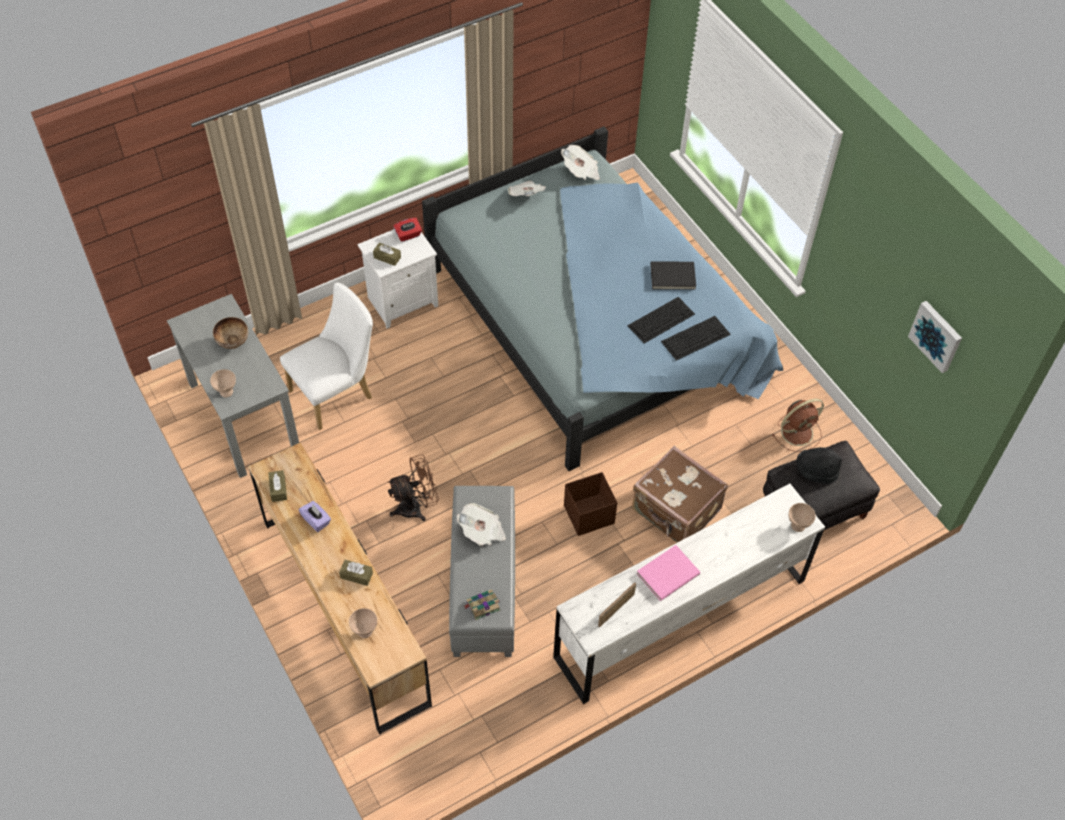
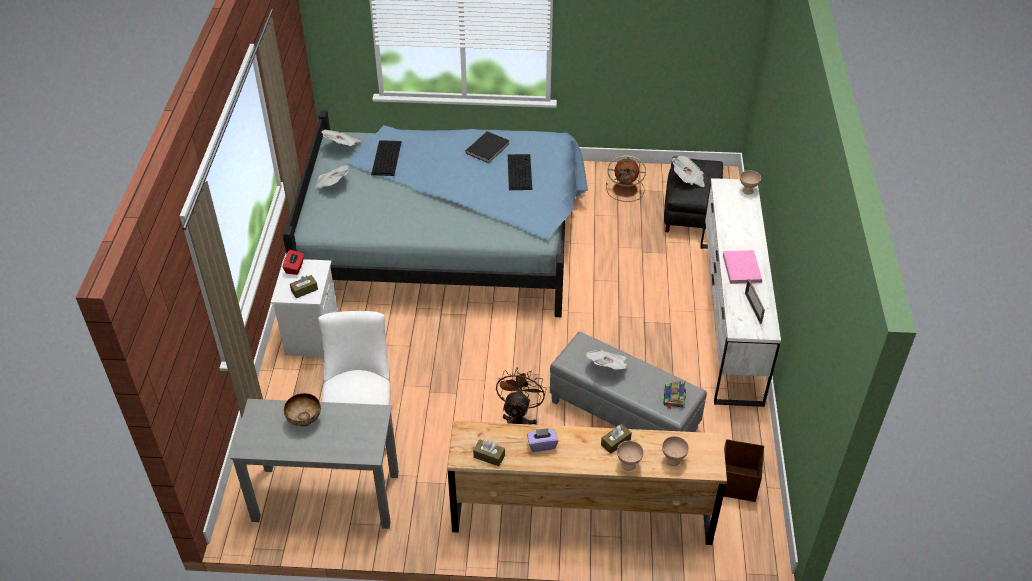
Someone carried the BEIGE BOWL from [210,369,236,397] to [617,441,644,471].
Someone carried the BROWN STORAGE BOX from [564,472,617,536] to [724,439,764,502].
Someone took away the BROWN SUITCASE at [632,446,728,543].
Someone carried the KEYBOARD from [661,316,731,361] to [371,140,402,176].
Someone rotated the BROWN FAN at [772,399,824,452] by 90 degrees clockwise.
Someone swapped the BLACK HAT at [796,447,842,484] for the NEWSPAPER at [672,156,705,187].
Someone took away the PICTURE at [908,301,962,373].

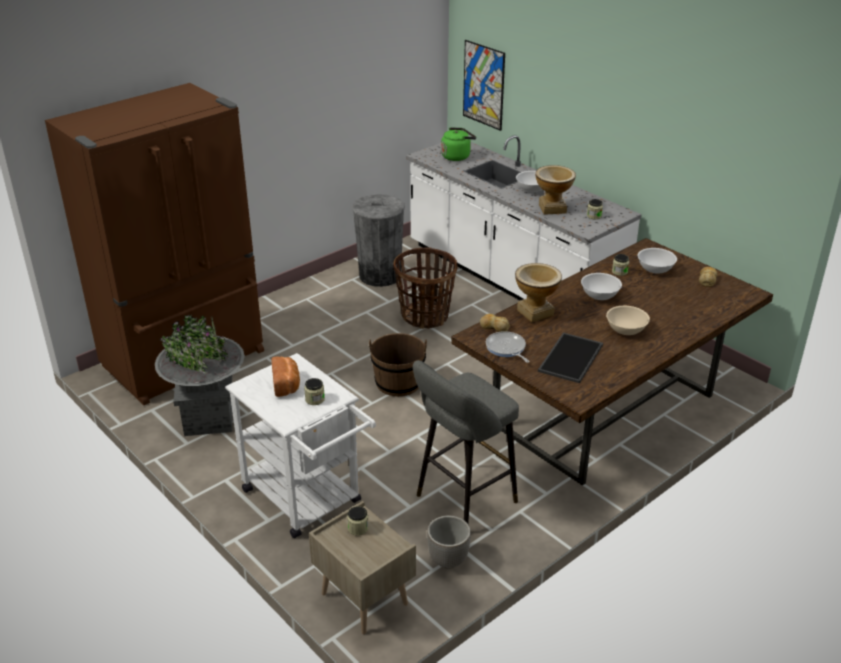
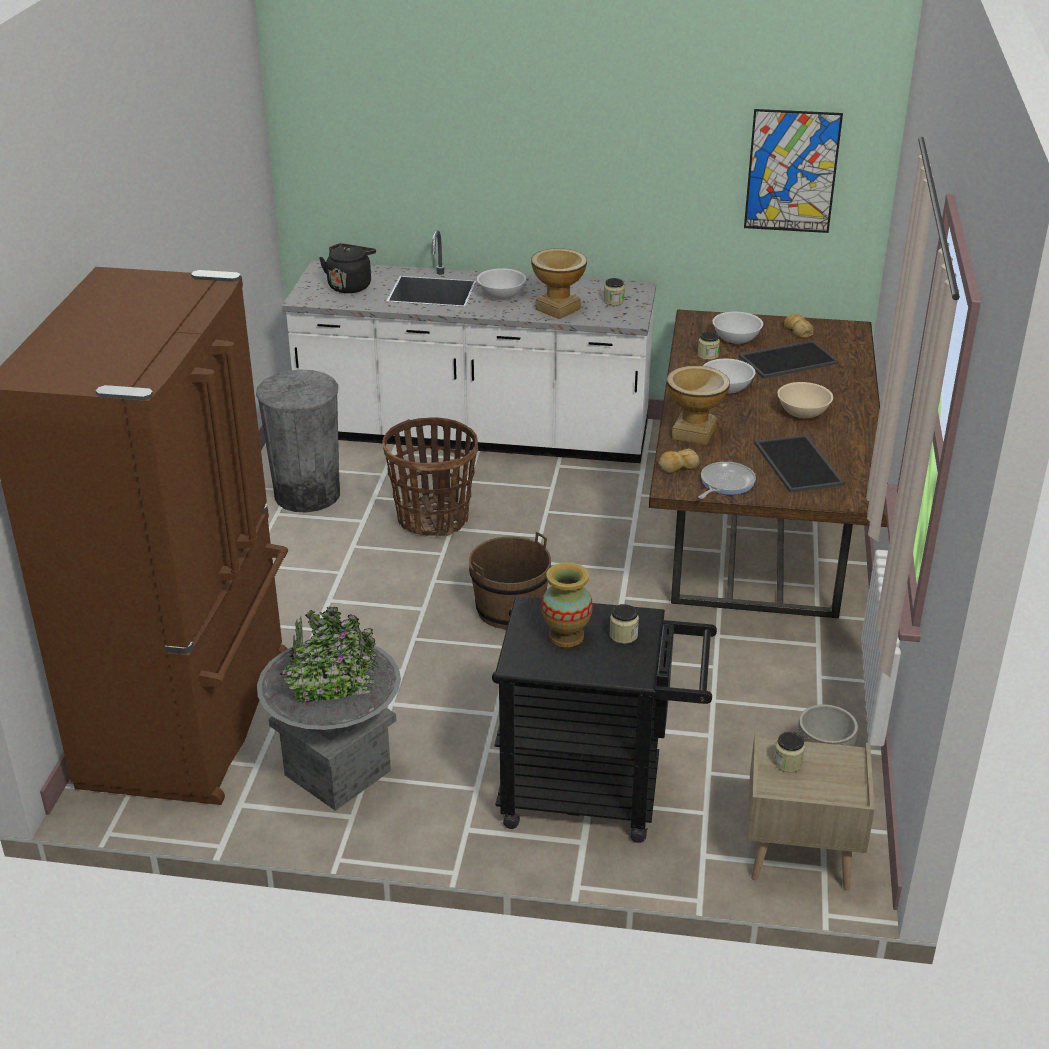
Someone repainted the WHITE CART at [225,353,376,538], which became the BLACK CART at [492,596,717,843].
Someone swapped the BREAD at [272,357,300,397] for the VASE at [542,562,593,647].
Someone took away the GREY STOOL at [413,360,519,523].
Someone repainted the GREEN KETTLE at [441,127,476,161], which became the BLACK KETTLE at [319,243,376,293].
Someone carried the PICTURE from [463,40,505,131] to [744,109,843,233].
Someone rotated the FRYING PAN at [486,331,529,363] by 105 degrees clockwise.
Someone put down the TRAY at [739,340,839,379].

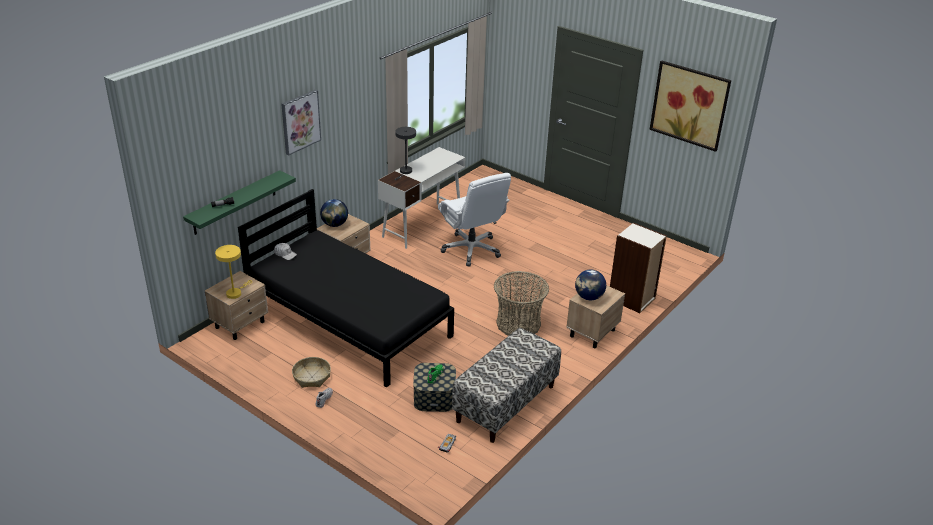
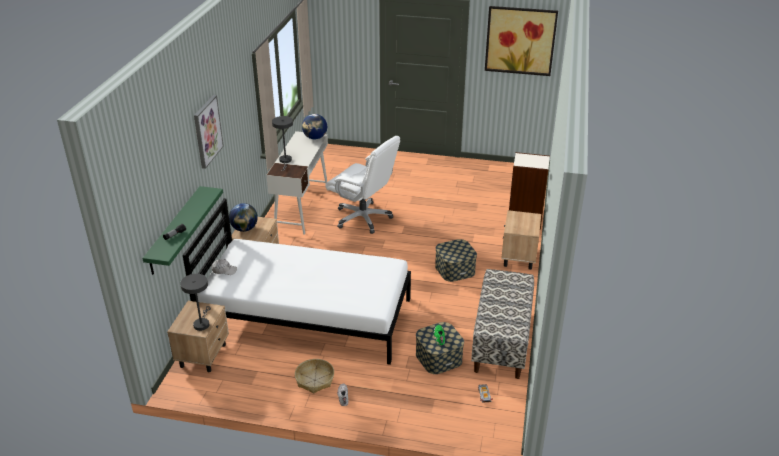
Someone repainted the YELLOW TABLE LAMP at [215,245,252,299], which became the GREY TABLE LAMP at [180,274,211,331].
Someone repainted the BLACK BED at [238,189,454,388], which became the WHITE BED at [183,198,411,365].
Someone swapped the BASKET at [494,271,549,336] for the STORAGE BOX at [435,239,477,282].
Someone carried the GLOBE from [575,270,606,300] to [302,114,327,139].

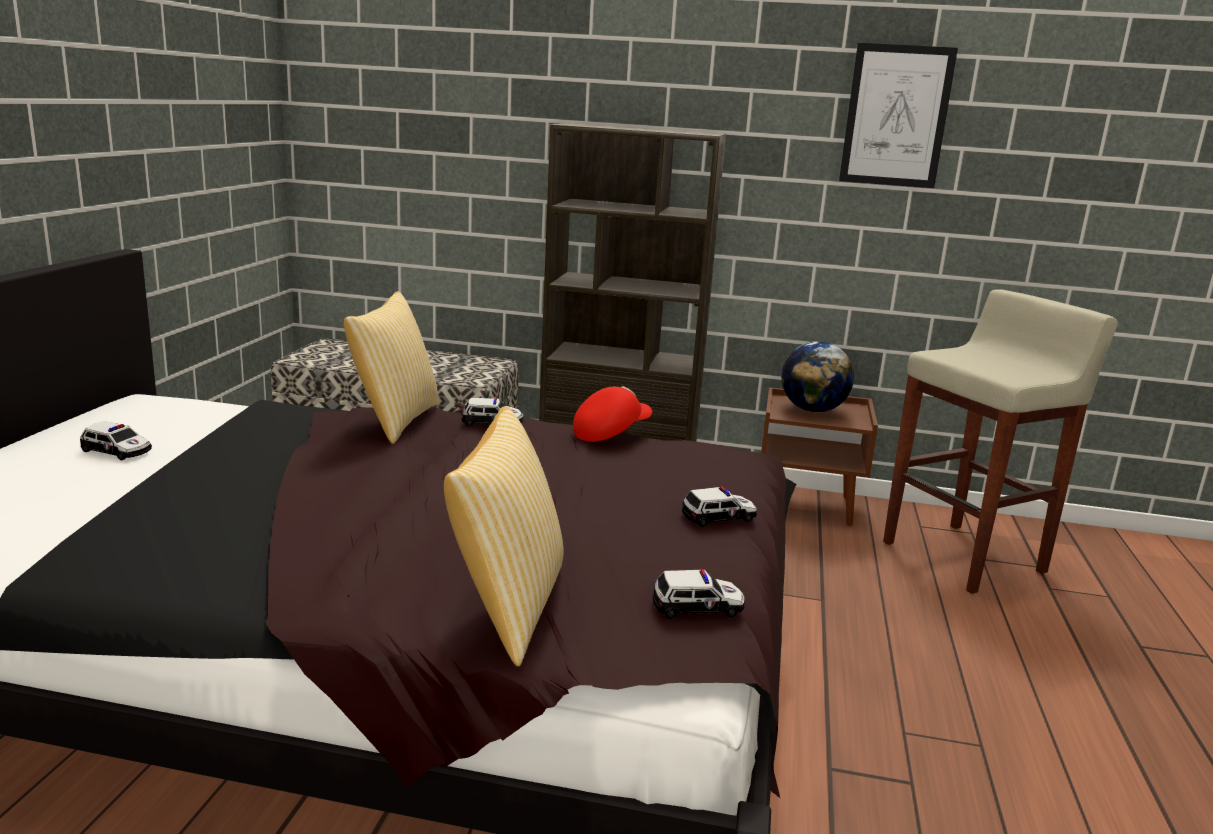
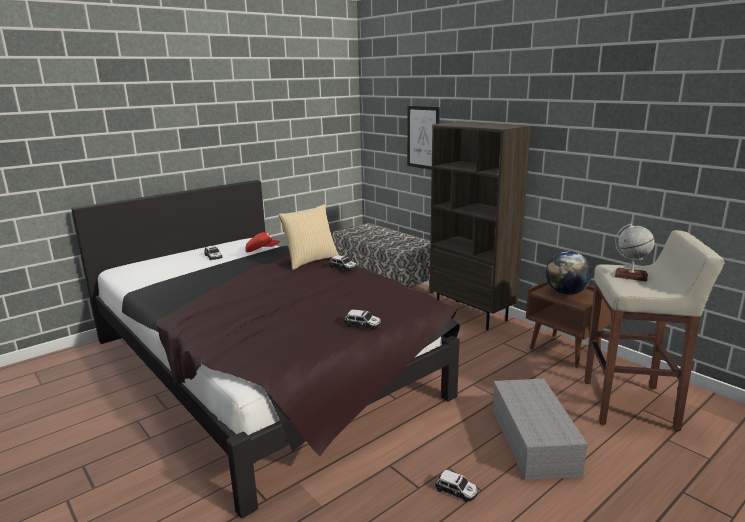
Someone took away the PILLOW at [444,406,563,667].
Someone carried the RED CAP from [573,386,652,442] to [245,232,280,252].
Someone carried the TOY CAR from [653,569,745,619] to [436,470,478,502].
Someone carried the PICTURE from [839,43,958,188] to [407,106,440,170].
Someone put down the GREY STORAGE BOX at [493,379,588,480].
Someone put down the GLOBE at [614,224,655,282].

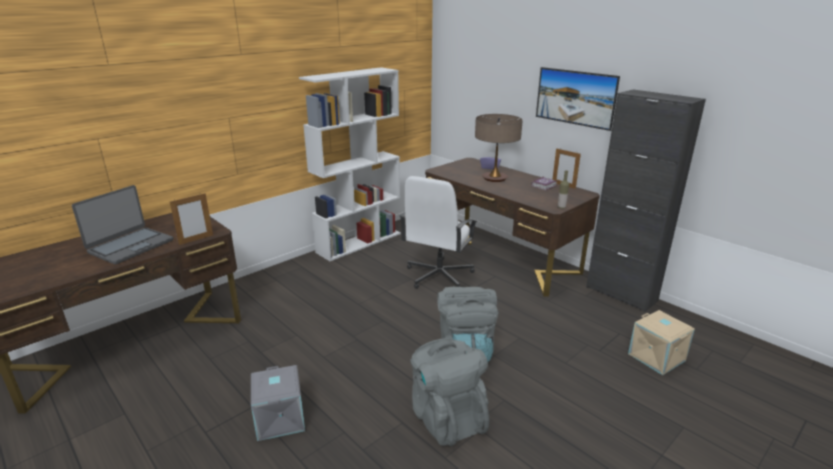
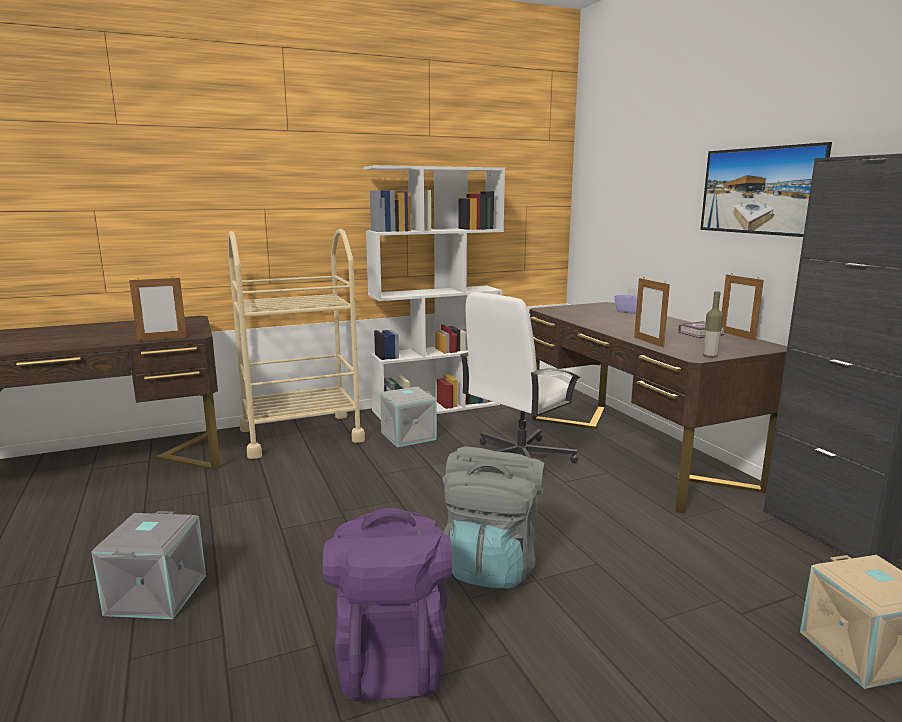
Someone took away the LAPTOP at [72,185,174,265].
Someone repainted the GREY BACKPACK at [411,338,489,446], which became the PURPLE BACKPACK at [323,507,452,702].
Someone took away the TABLE LAMP at [475,114,523,182].
Someone put down the BEIGE CART at [228,229,365,459].
Someone put down the GREY STORAGE BOX at [380,387,437,447].
Someone put down the PICTURE FRAME at [634,277,670,348].

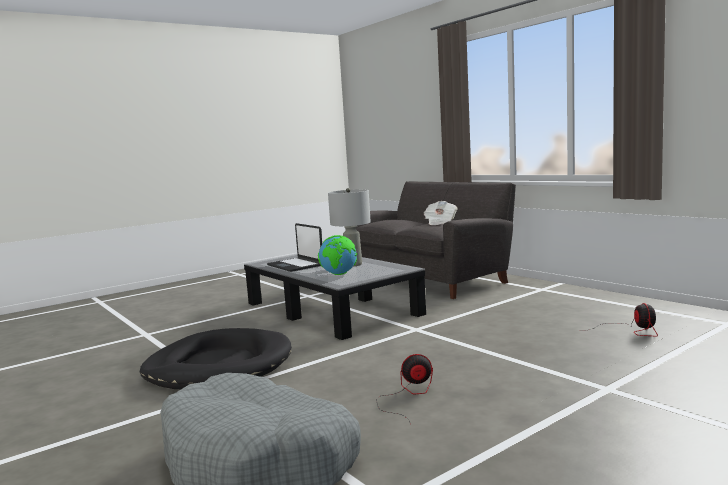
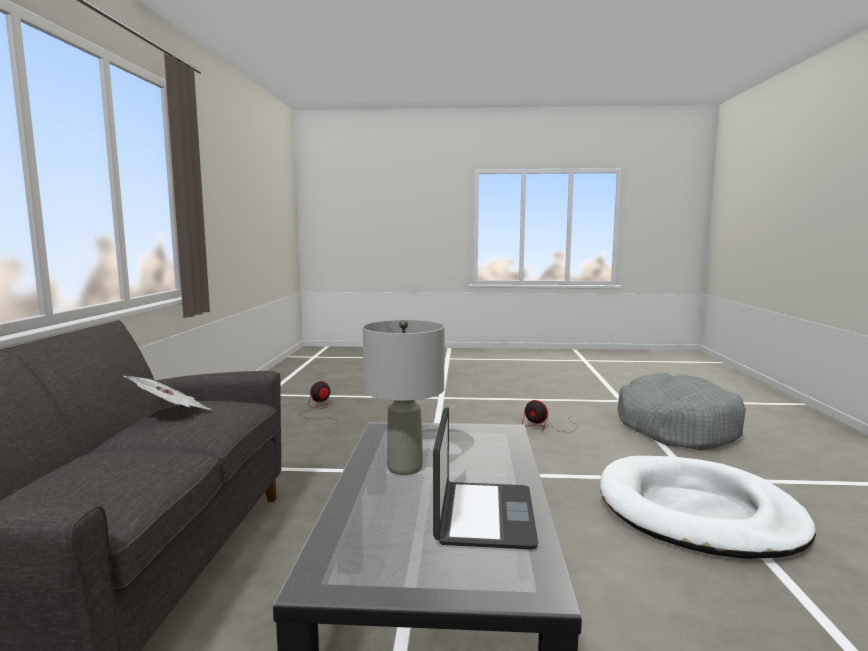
Someone repainted the BLACK DOG BED at [140,328,292,389], which became the WHITE DOG BED at [600,456,816,559].
Someone took away the GLOBE at [318,235,357,275].

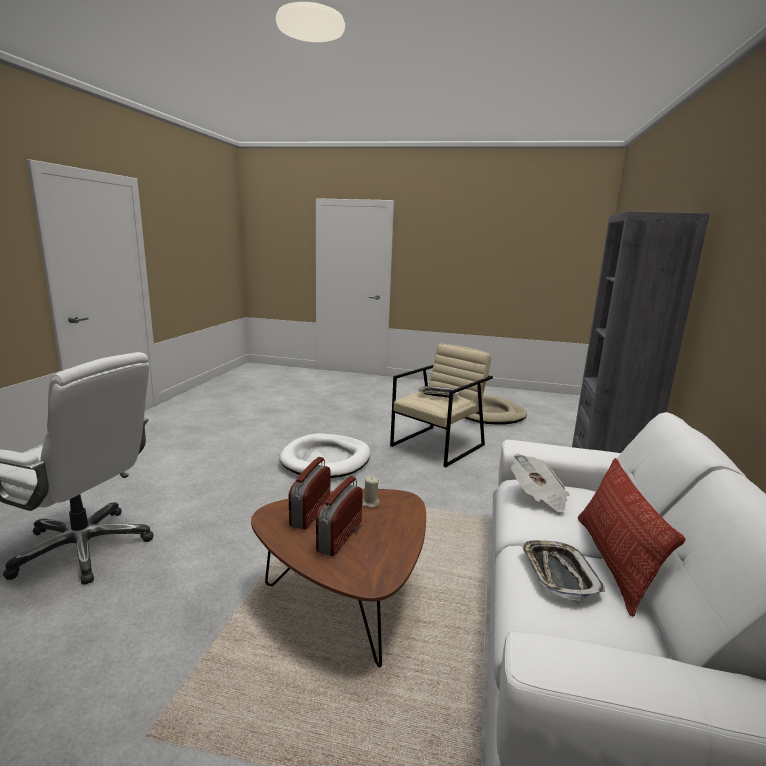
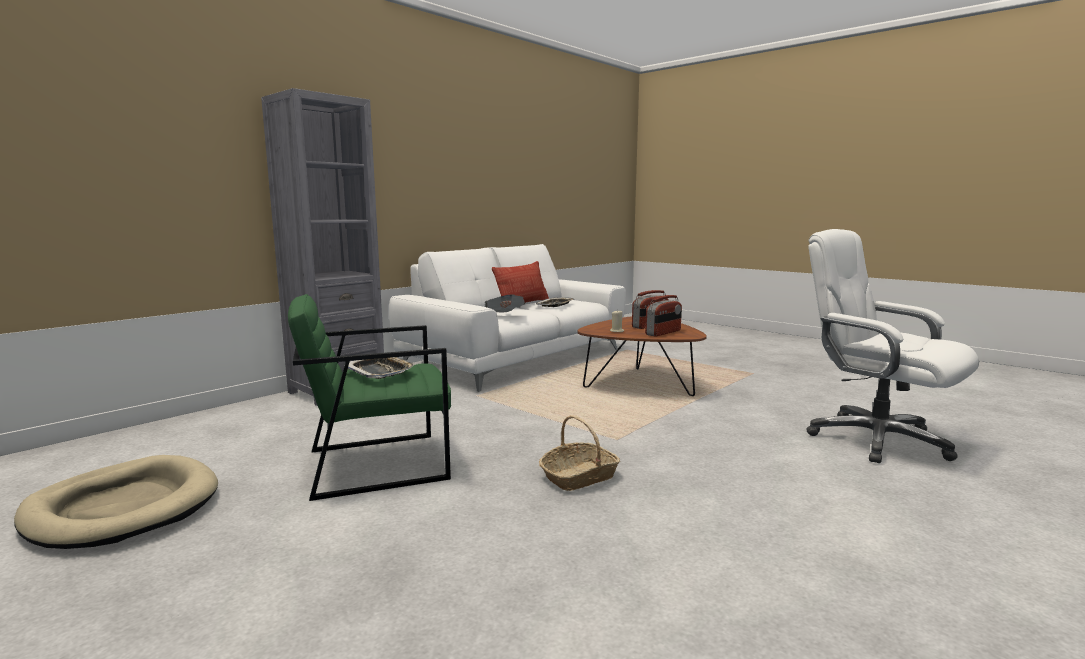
Someone swapped the WHITE DOG BED at [279,433,370,478] for the BASKET at [539,415,620,491].
Someone repainted the BEIGE ARMCHAIR at [390,344,493,467], which became the GREEN ARMCHAIR at [288,294,451,501].

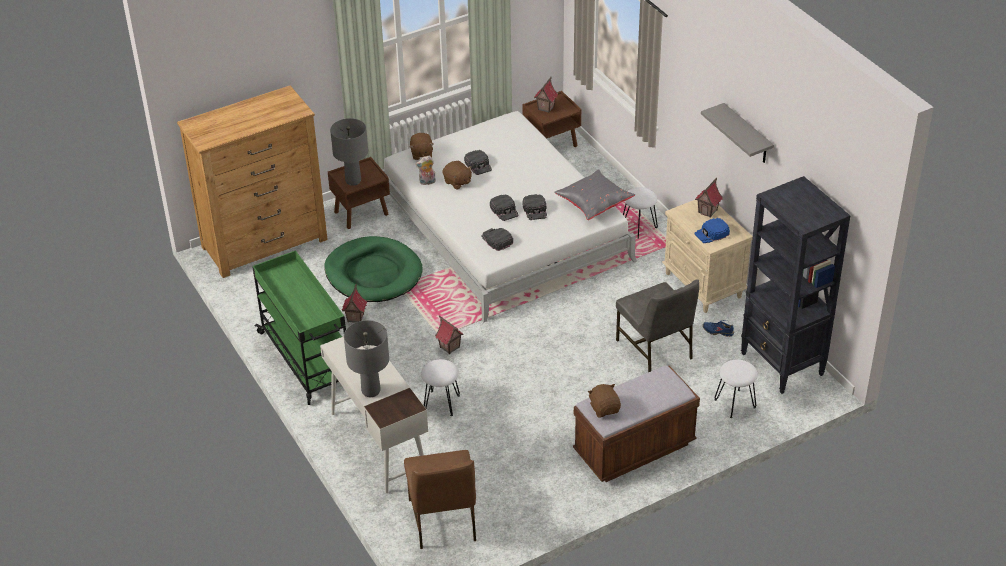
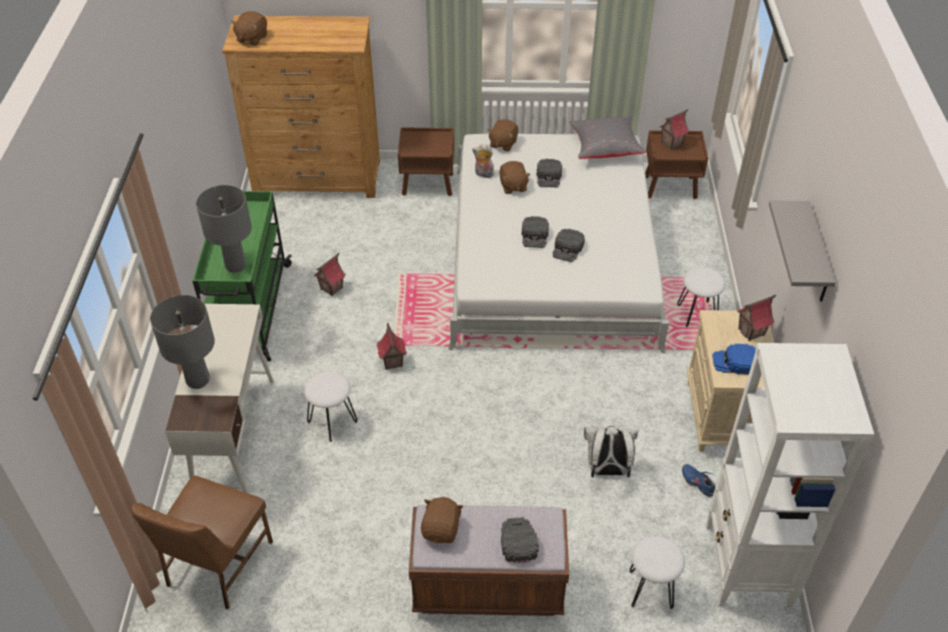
Someone took away the GREEN DOG BED at [324,236,423,302].
Someone carried the GREY TABLE LAMP from [330,118,368,186] to [196,185,252,273].
Someone carried the BLACK CAP from [481,228,513,251] to [501,517,539,563].
Someone carried the GREY PILLOW from [554,169,635,220] to [569,116,647,159].
Someone swapped the GREY CHAIR at [616,280,699,372] for the WHITE BACKPACK at [584,426,639,477].
Someone repainted the BLACK BOOKCASE at [741,176,851,394], which became the WHITE BOOKCASE at [706,343,874,608].
Someone put down the BROWN PLUSH TOY at [231,11,267,46].

